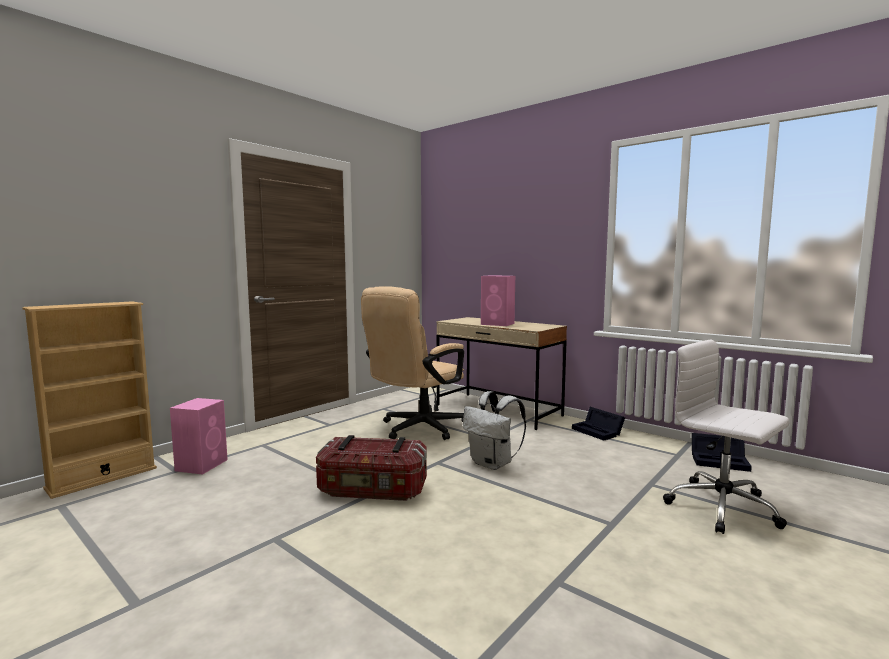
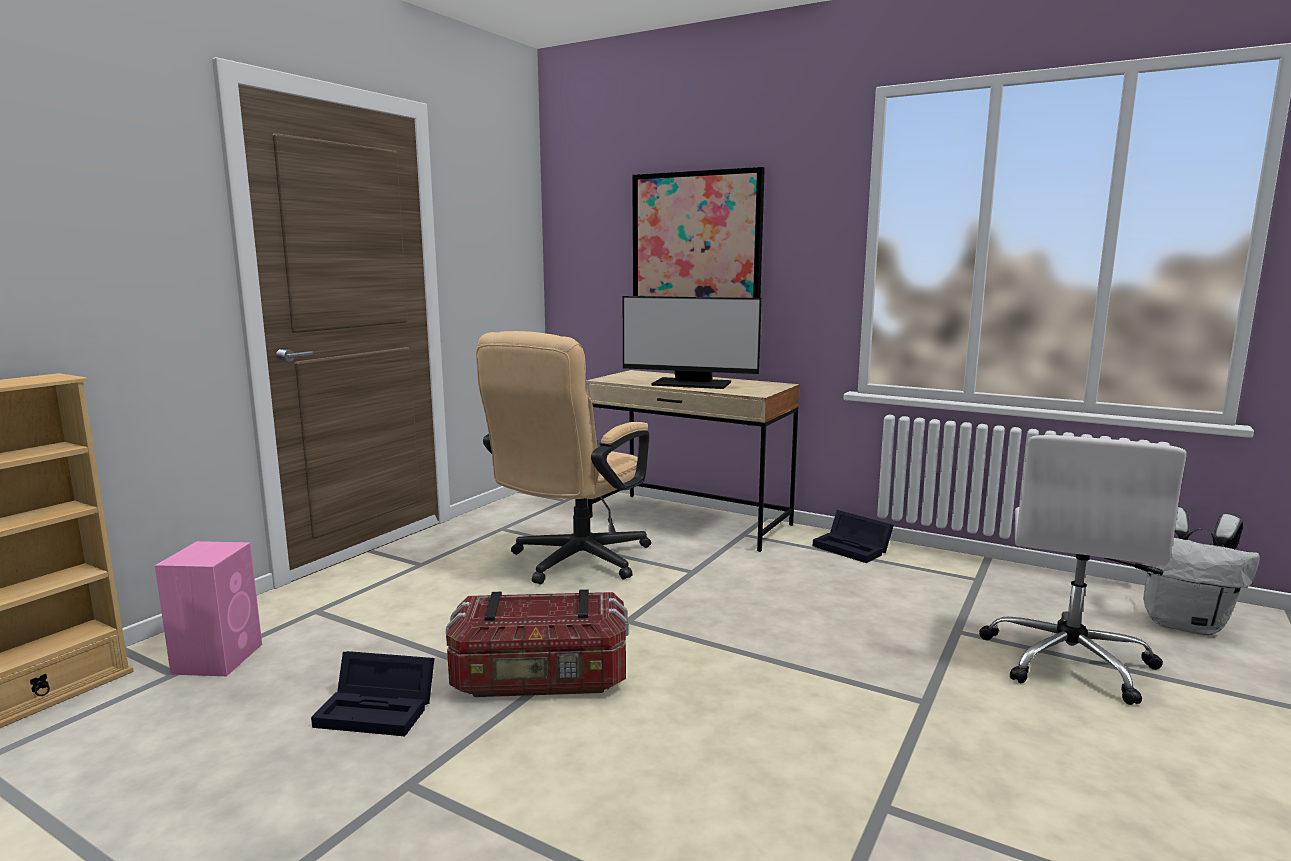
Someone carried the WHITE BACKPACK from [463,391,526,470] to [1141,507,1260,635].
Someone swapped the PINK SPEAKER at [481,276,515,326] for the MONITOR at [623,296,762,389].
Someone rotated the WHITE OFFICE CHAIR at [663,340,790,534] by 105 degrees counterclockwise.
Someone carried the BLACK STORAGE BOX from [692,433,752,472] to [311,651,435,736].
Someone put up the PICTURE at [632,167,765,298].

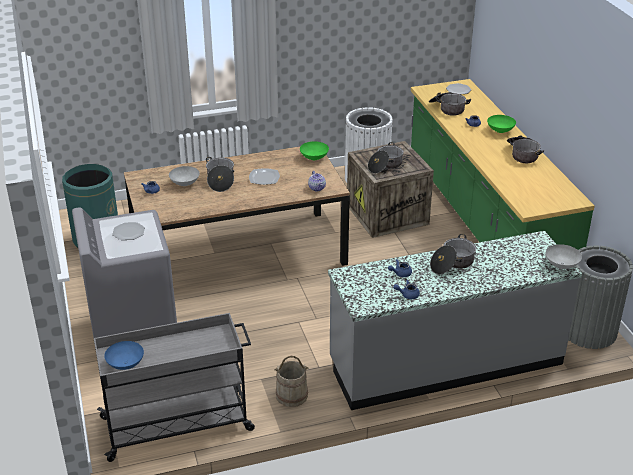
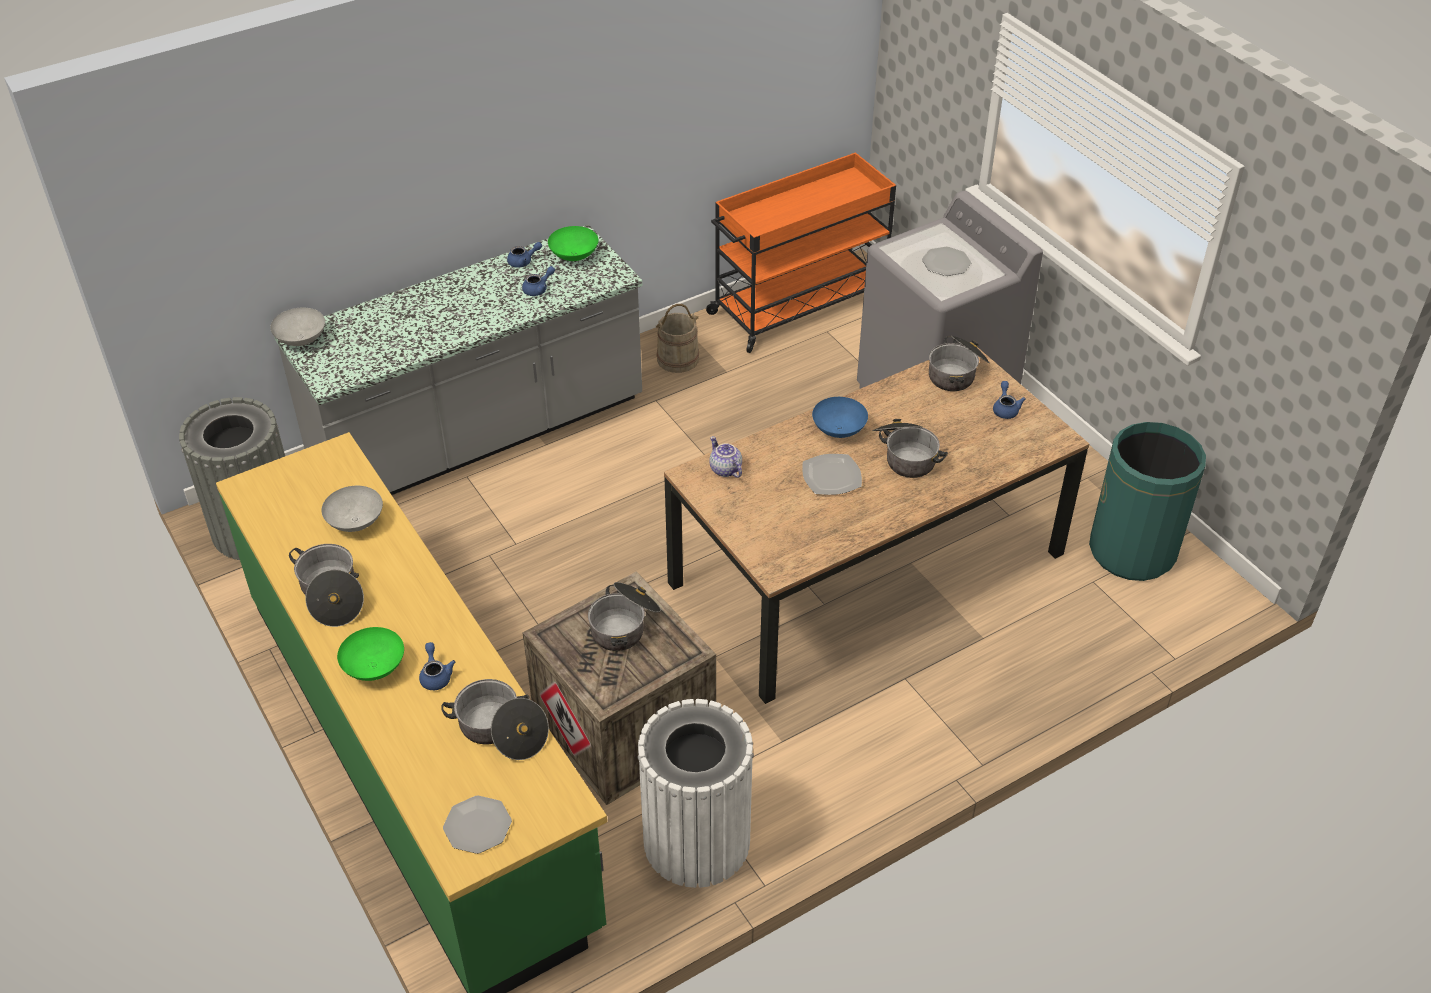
Someone repainted the GREY CART at [94,313,255,462], which became the ORANGE CART at [706,152,896,353].
Someone carried the BLUE BOWL from [104,341,144,370] to [812,397,868,438].
Someone carried the GREY BOWL from [169,166,200,186] to [322,486,383,532].
Someone carried the GREEN BOWL from [300,141,329,160] to [548,226,598,261].
Someone carried the COOKING POT from [430,234,476,274] to [929,335,990,391].

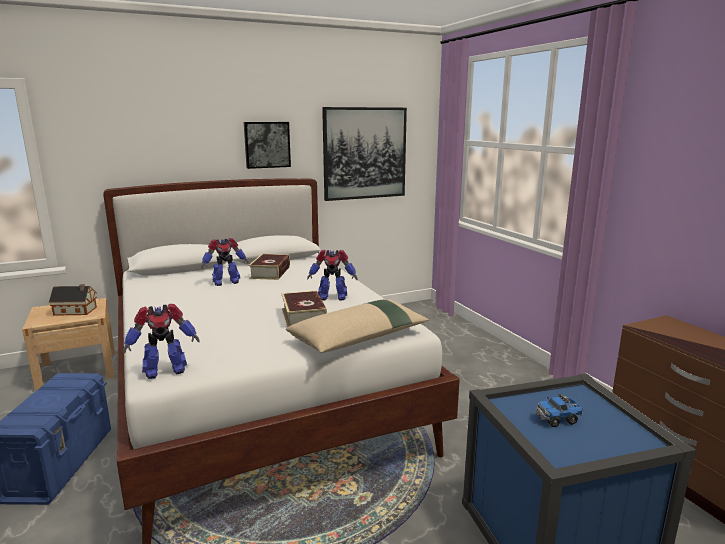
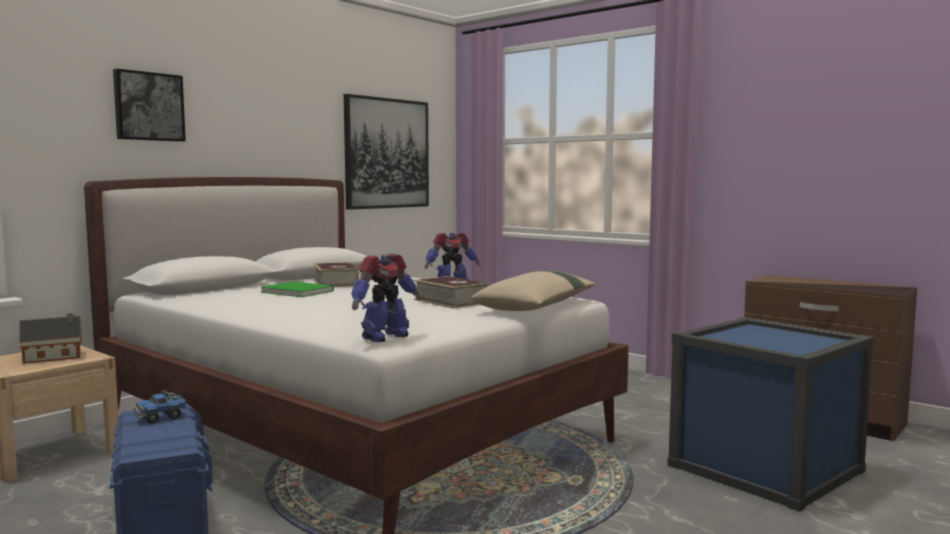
Someone swapped the TOY ROBOT at [201,238,248,286] for the GREEN BOOK at [261,281,334,297].
Someone carried the PICTURE from [244,122,291,169] to [113,69,186,142].
Someone carried the TOY TRUCK from [536,394,583,427] to [133,390,187,424].

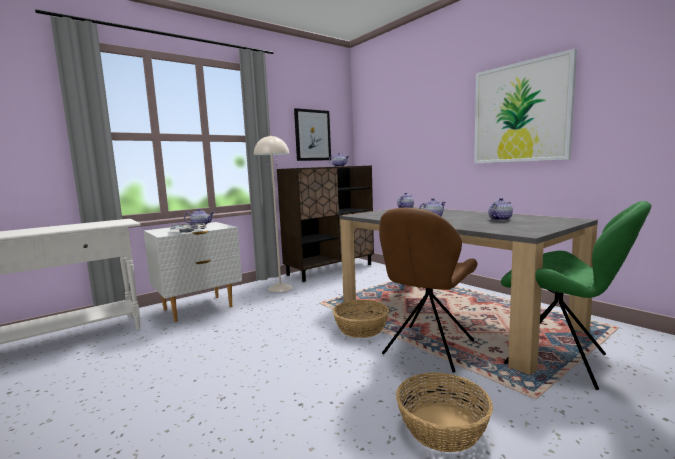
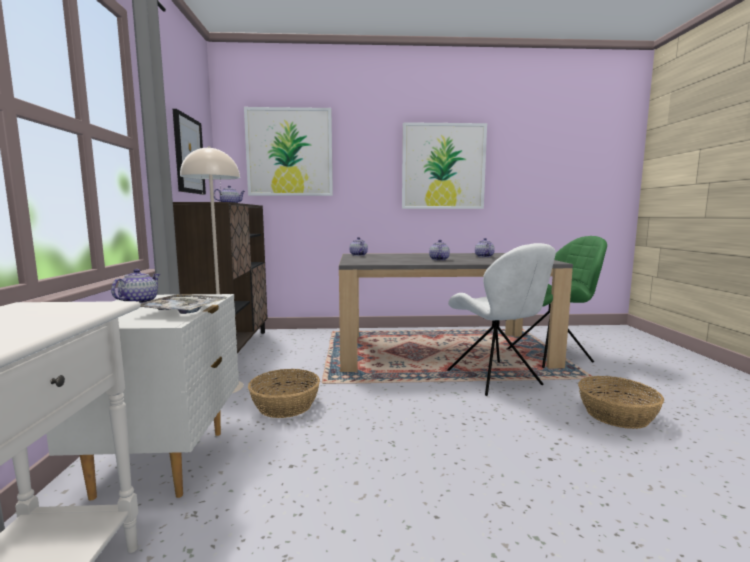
Someone carried the BASKET from [333,300,389,338] to [248,369,320,418].
Someone repainted the BROWN CHAIR at [379,207,477,373], which became the WHITE CHAIR at [447,243,556,396].
Someone put up the PICTURE at [244,107,333,196].

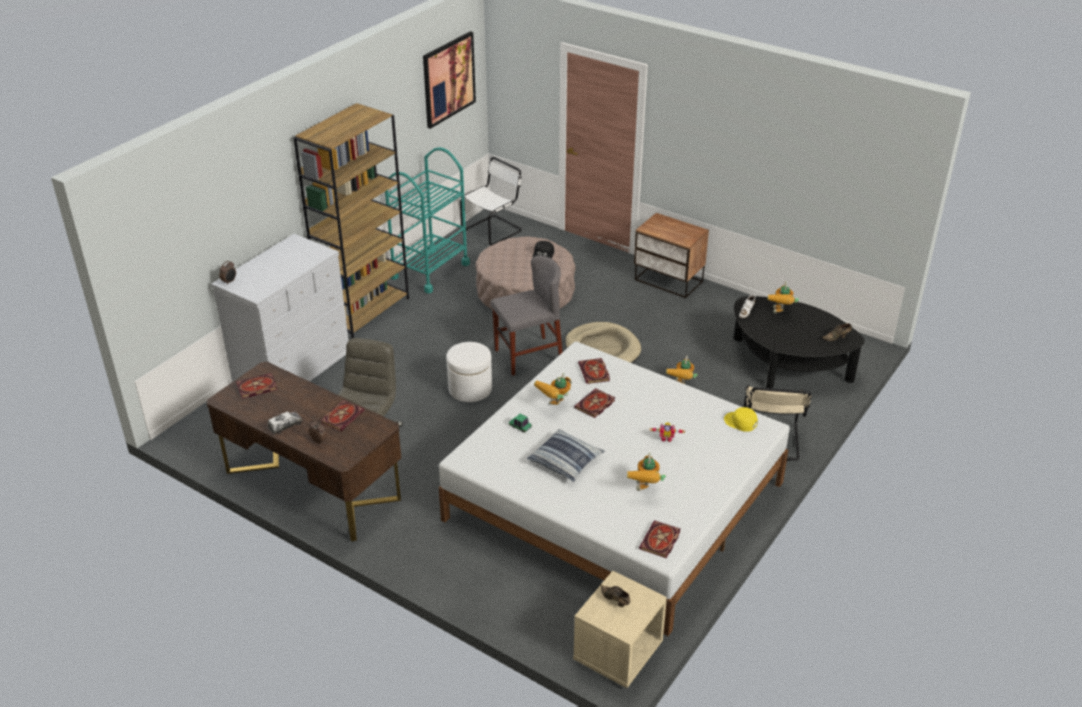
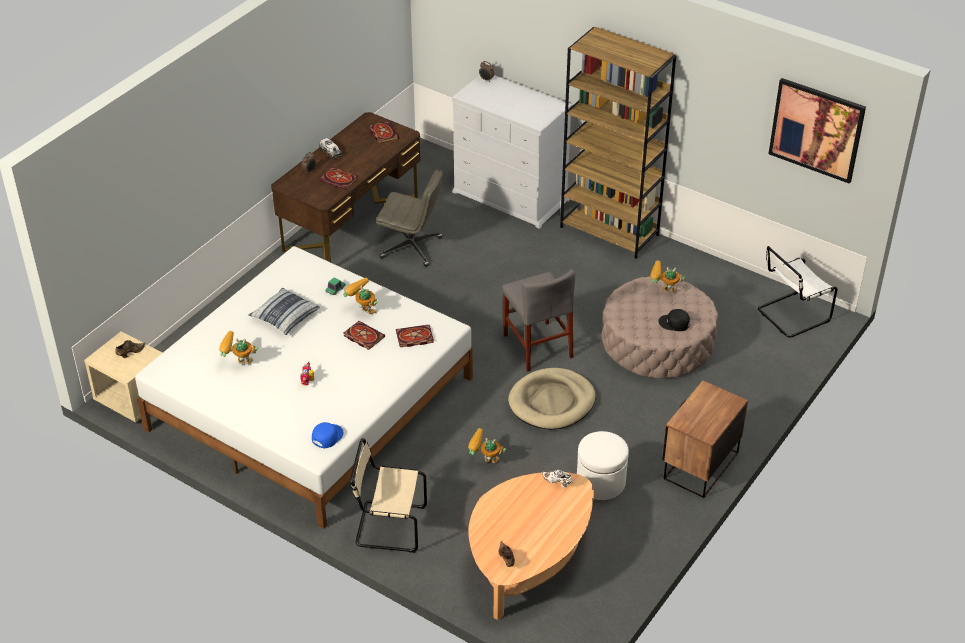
Someone took away the TURQUOISE CART at [385,147,470,293].
Someone carried the WHITE OTTOMAN from [446,342,492,402] to [577,431,629,500].
Someone rotated the WHITE CHAIR at [460,157,522,246] by 105 degrees clockwise.
Someone took away the BOOK at [639,520,680,558].
Someone repainted the YELLOW CAP at [724,407,758,432], which became the BLUE CAP at [312,422,343,448].
Someone repainted the BLACK COFFEE TABLE at [733,296,864,388], which became the BEIGE COFFEE TABLE at [468,472,594,620].
Someone carried the TOY ROBOT from [768,282,799,314] to [650,260,685,292].

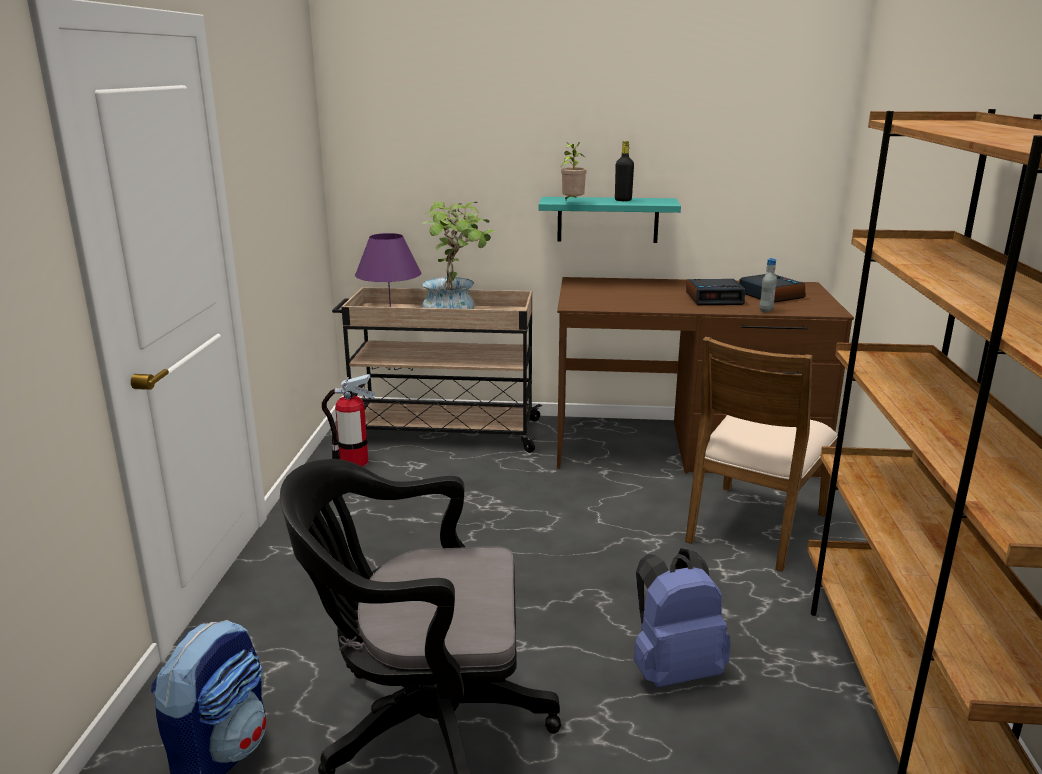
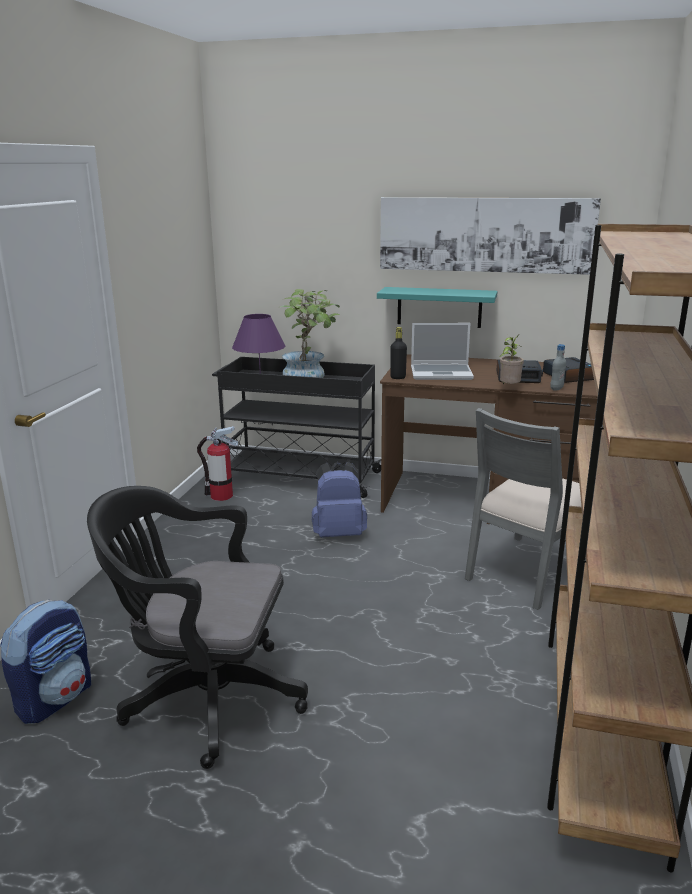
Someone repainted the BEIGE CART at [332,287,542,453], which became the BLACK CART at [212,357,381,498].
Someone carried the POTTED PLANT from [561,142,587,200] to [500,334,524,385].
Someone carried the BLACK BOTTLE from [615,141,634,201] to [390,327,407,379].
Someone carried the BLUE BACKPACK from [633,548,731,688] to [312,462,367,537].
Someone repainted the BROWN CHAIR at [685,337,838,572], which became the GREY CHAIR at [465,408,581,610].
Someone put up the PICTURE at [380,197,601,275].
Someone put down the LAPTOP at [411,323,474,380].

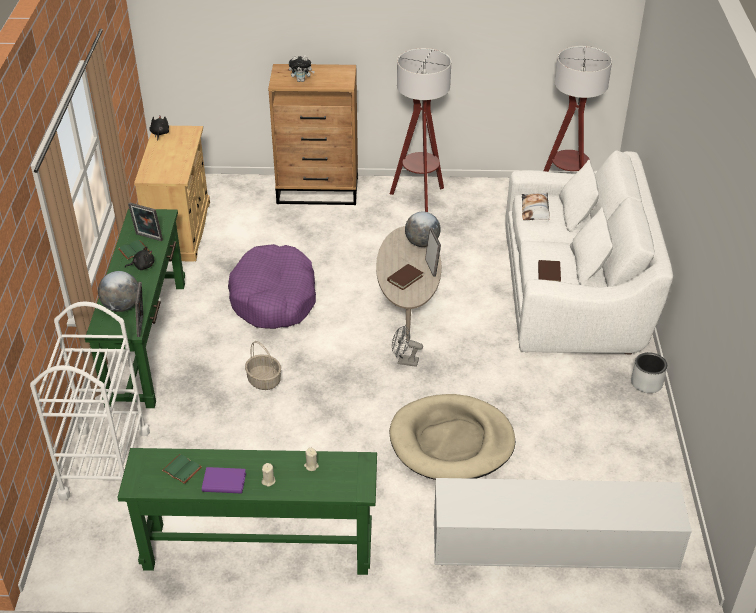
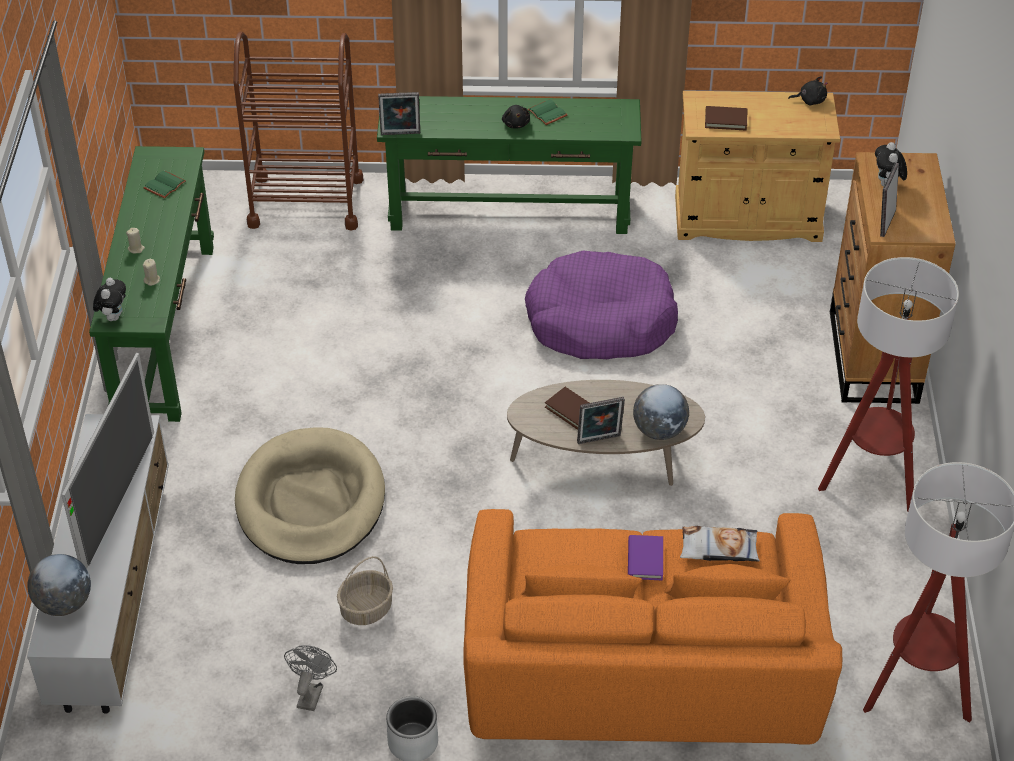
Someone repainted the WHITE CART at [30,301,150,501], which became the BROWN CART at [234,31,363,230].
Someone carried the GLOBE from [98,271,138,312] to [28,554,91,616].
Someone carried the PICTURE FRAME from [128,202,163,241] to [880,163,899,237].
Someone carried the PURPLE BOOK from [202,467,246,493] to [628,535,663,580].
Someone carried the BASKET from [245,341,281,390] to [337,556,393,625].
Someone carried the GREY FAN from [392,325,423,367] to [284,645,337,711].
Someone repainted the WHITE SOFA at [505,150,673,354], which became the ORANGE SOFA at [463,509,842,745].
Someone carried the BROWN BOOK from [538,260,561,282] to [705,106,747,130].
Someone put down the TELEVISION at [61,353,154,569].
Someone put down the PLUSH TOY at [93,278,126,321].

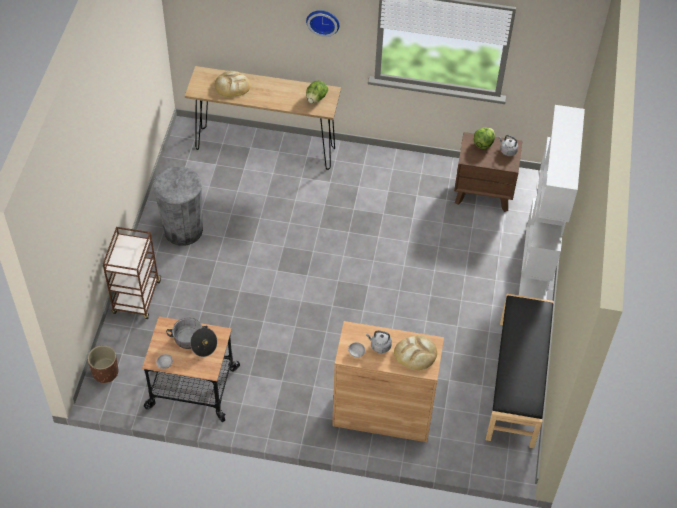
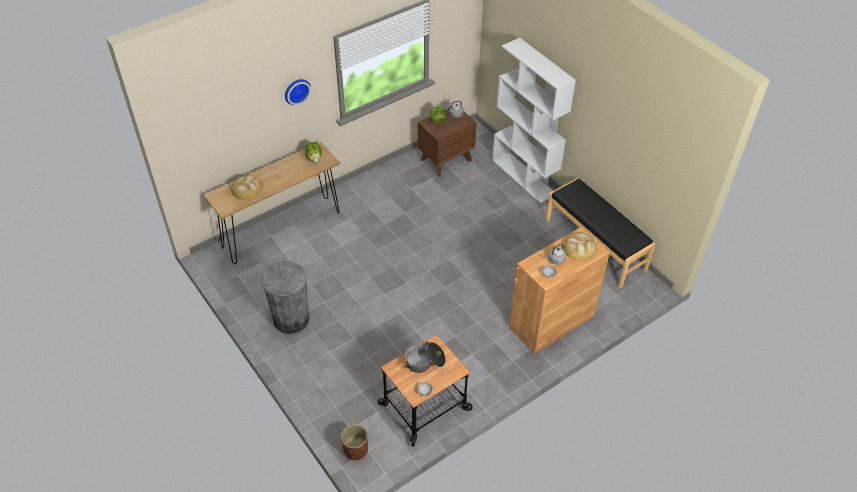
Someone took away the BROWN CART at [103,227,161,319].

